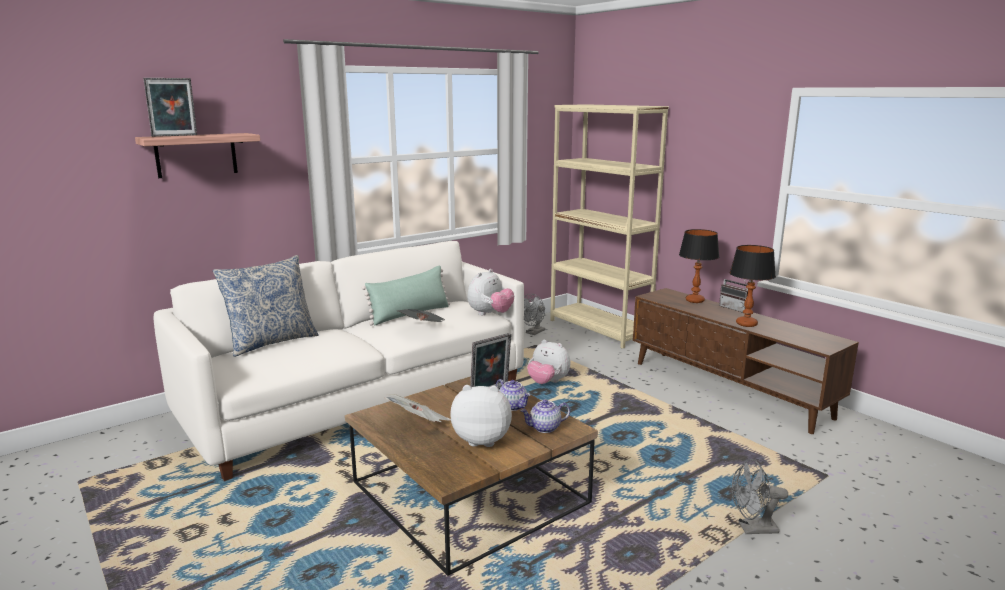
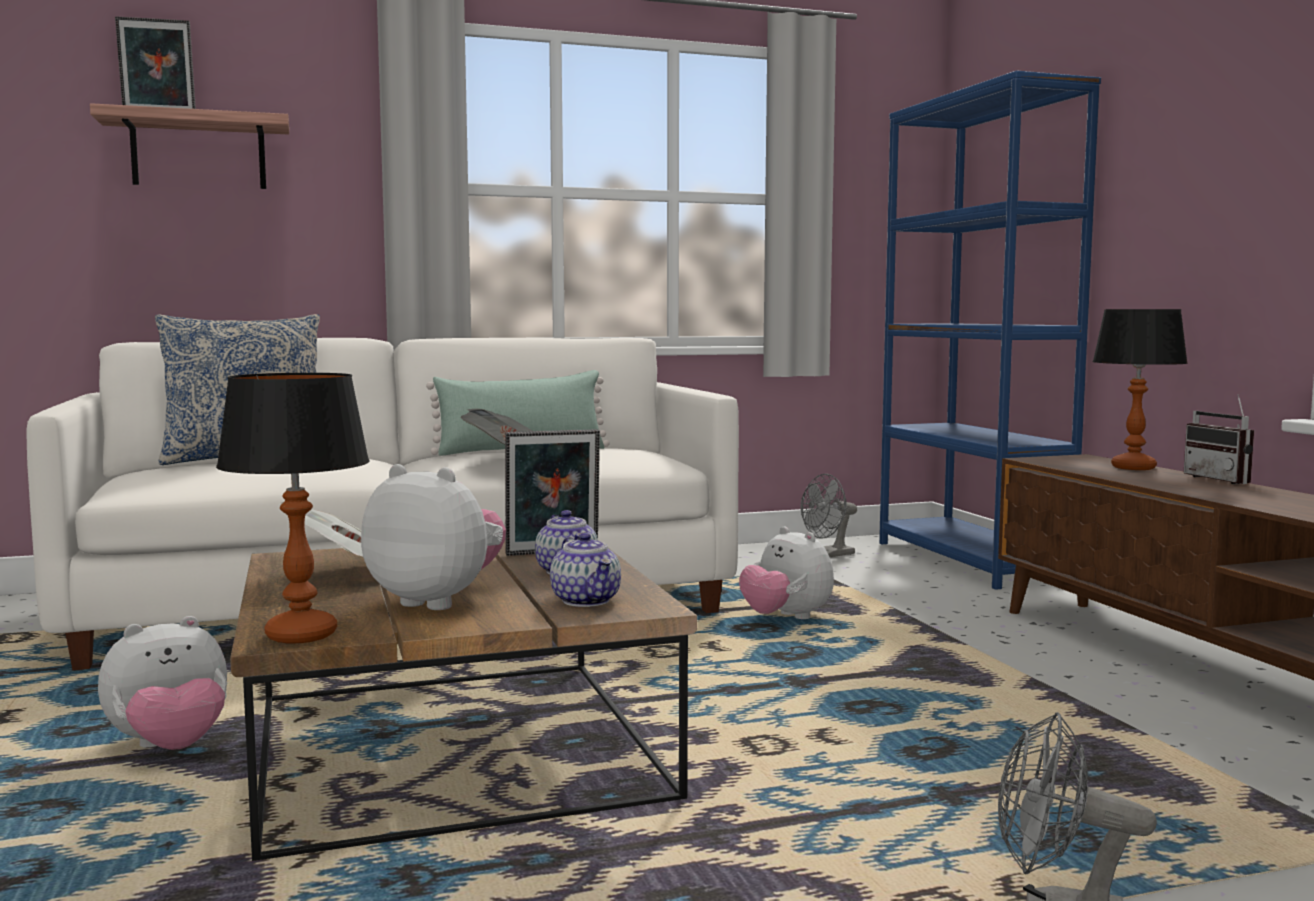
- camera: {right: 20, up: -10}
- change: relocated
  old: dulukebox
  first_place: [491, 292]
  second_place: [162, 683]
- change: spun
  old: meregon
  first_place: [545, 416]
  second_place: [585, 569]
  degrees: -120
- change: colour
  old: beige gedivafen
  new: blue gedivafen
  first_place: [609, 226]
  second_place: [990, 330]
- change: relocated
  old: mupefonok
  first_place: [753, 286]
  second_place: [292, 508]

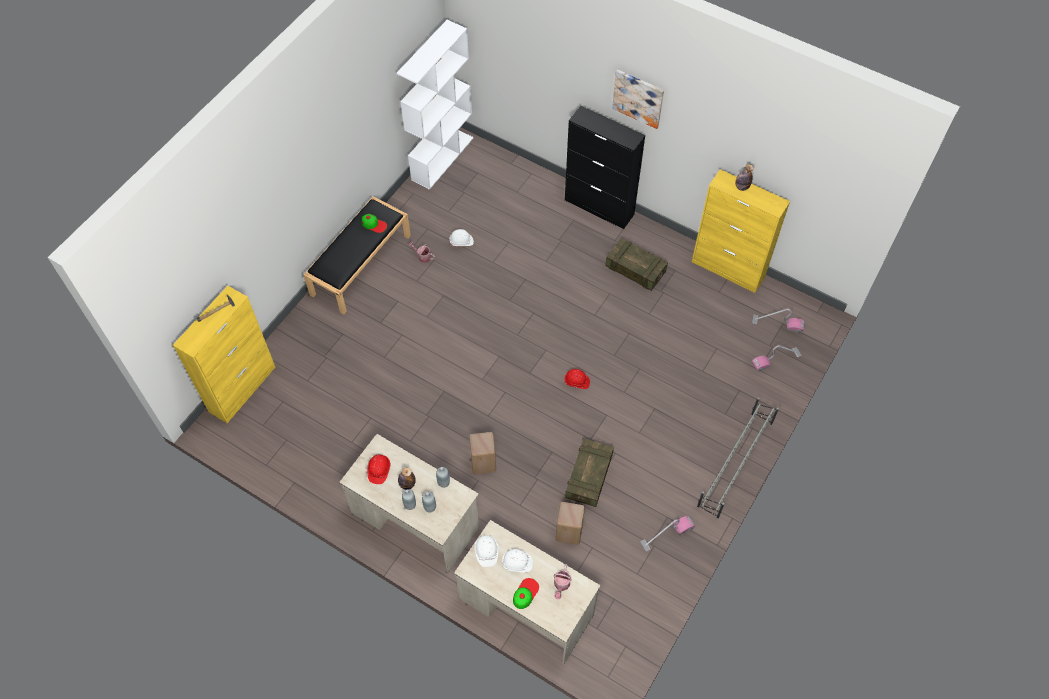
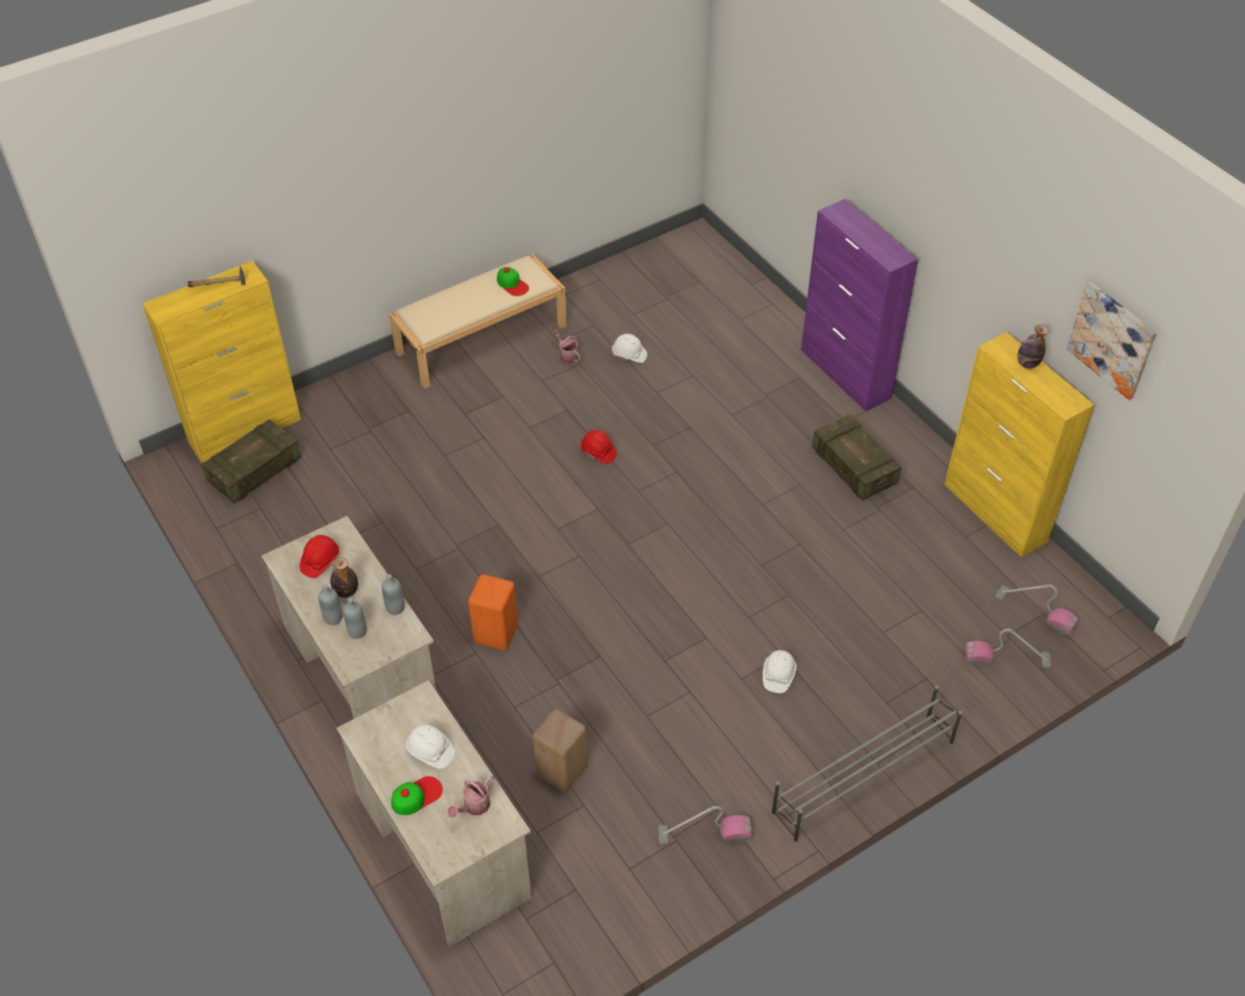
- camera: {right: 25, up: -10}
- change: colour
  old: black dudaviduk
  new: beige dudaviduk
  first_place: [357, 255]
  second_place: [478, 321]
- change: missing
  old: white gedivafen
  first_place: [435, 105]
- change: colour
  old: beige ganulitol
  new: orange ganulitol
  first_place: [482, 453]
  second_place: [493, 612]
- change: relocated
  old: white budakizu
  first_place: [486, 551]
  second_place: [780, 671]
- change: relocated
  old: red budakizu
  first_place: [577, 379]
  second_place: [599, 447]
- change: colour
  old: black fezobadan
  new: purple fezobadan
  first_place: [605, 167]
  second_place: [859, 305]
- change: relocated
  old: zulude
  first_place: [589, 472]
  second_place: [251, 461]
- change: relocated
  old: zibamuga
  first_place: [638, 99]
  second_place: [1111, 341]

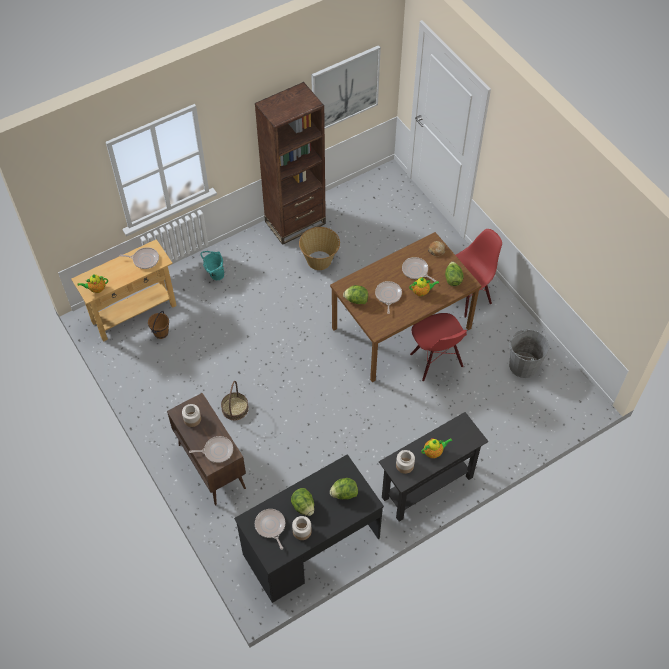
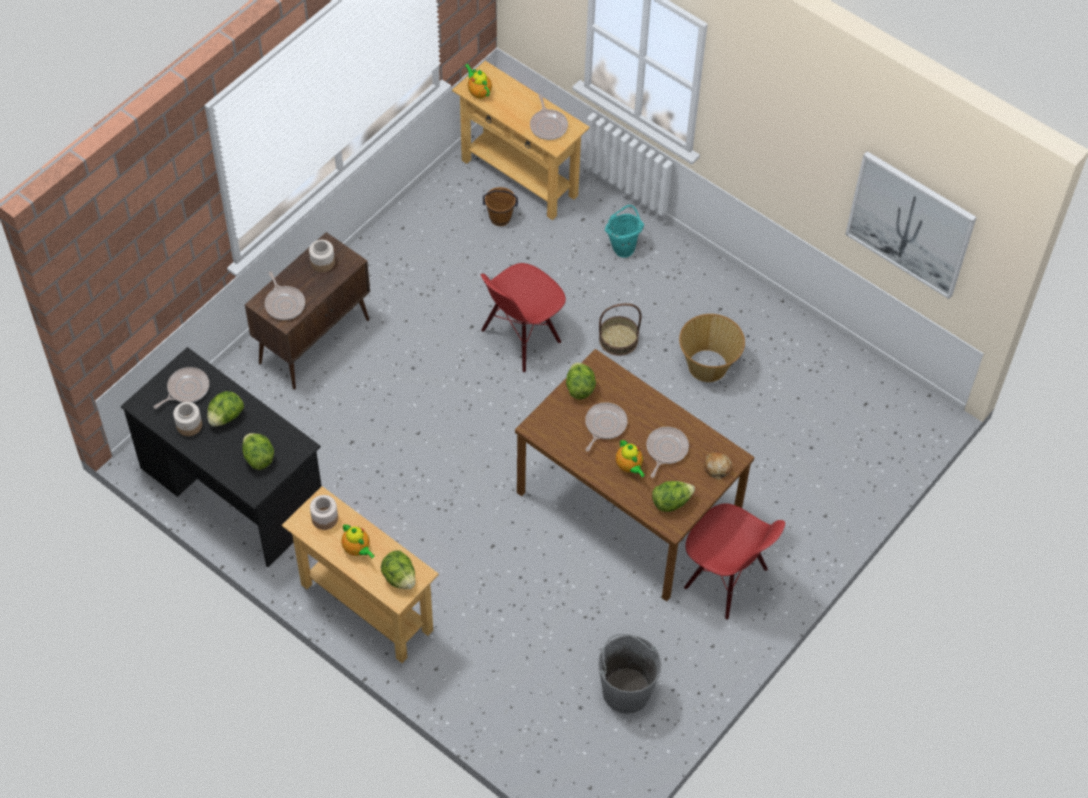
- camera: {right: 70, up: 0}
- change: relocated
  old: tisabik
  first_place: [235, 400]
  second_place: [620, 329]
- change: missing
  old: brown gedivafen
  first_place: [290, 163]
- change: spun
  old: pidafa
  first_place: [388, 297]
  second_place: [606, 427]
  degrees: -45
- change: colour
  old: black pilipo
  new: beige pilipo
  first_place: [433, 467]
  second_place: [360, 574]
- change: relocated
  old: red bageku
  first_place: [438, 347]
  second_place: [523, 318]
- change: appeared
  new: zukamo
  second_place: [398, 570]

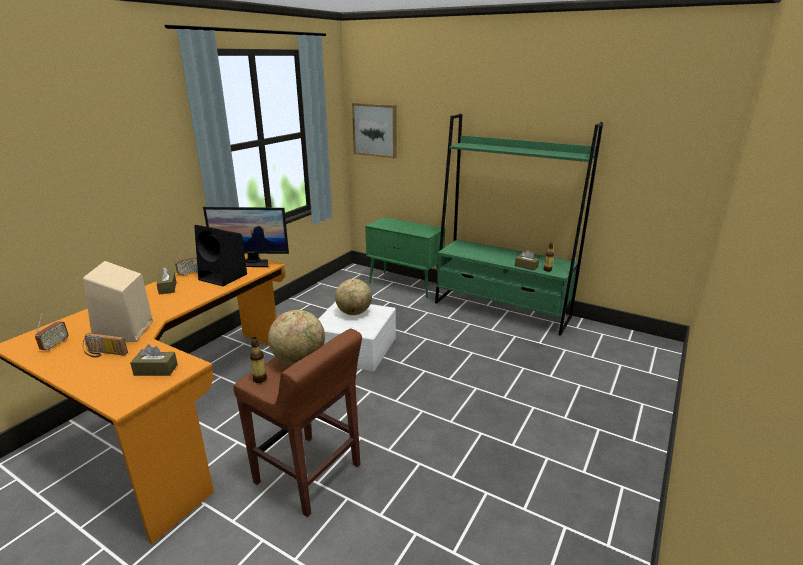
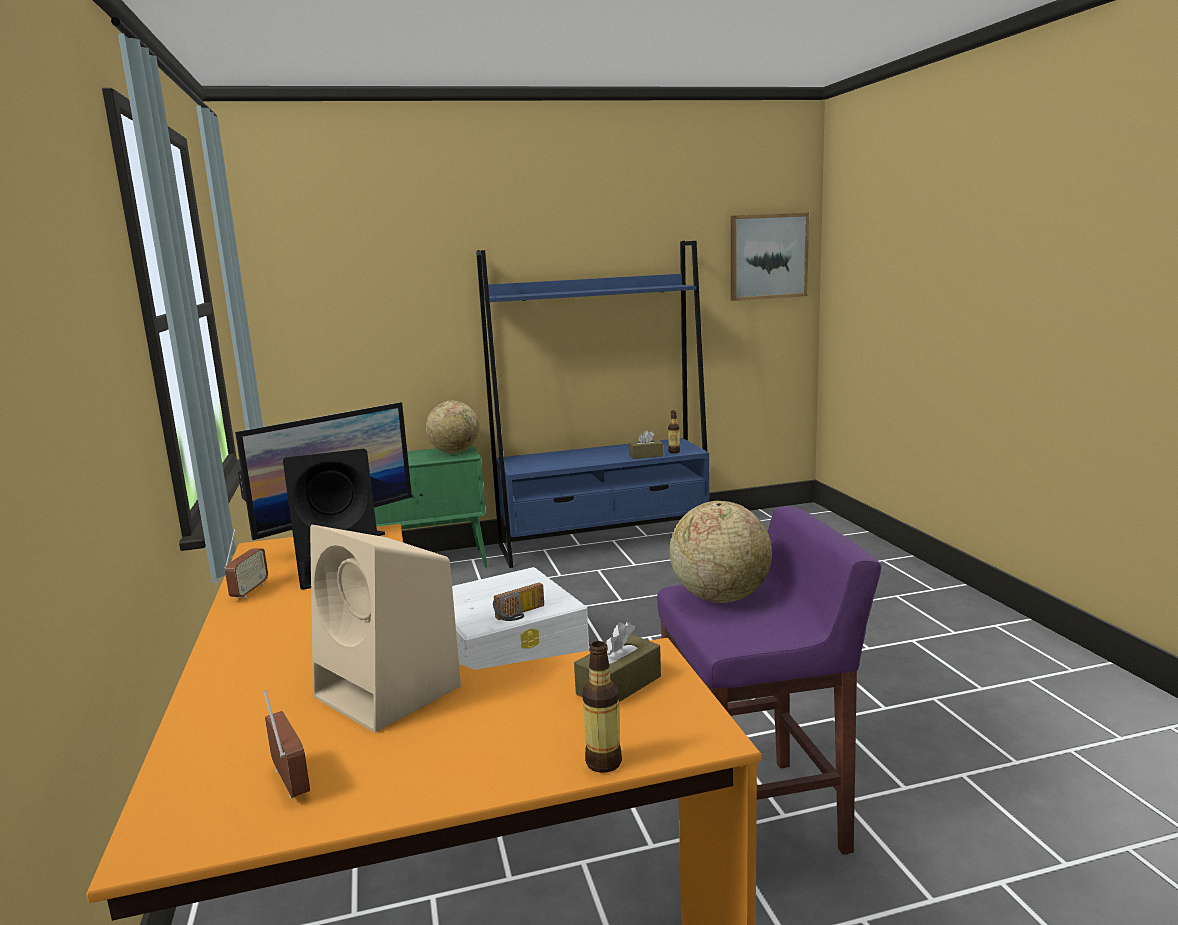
- camera: {right: -45, up: -10}
- change: relocated
  old: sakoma
  first_place: [105, 345]
  second_place: [518, 601]
- change: missing
  old: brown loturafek
  first_place: [166, 280]
- change: colour
  old: brown ganulitol
  new: purple ganulitol
  first_place: [297, 422]
  second_place: [769, 680]
- change: relocated
  old: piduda
  first_place: [258, 360]
  second_place: [602, 707]
- change: relocated
  old: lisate
  first_place: [353, 297]
  second_place: [452, 427]
- change: relocated
  old: zibamuga
  first_place: [374, 130]
  second_place: [770, 257]
- change: colour
  old: green gedivafen
  new: blue gedivafen
  first_place: [519, 225]
  second_place: [593, 404]

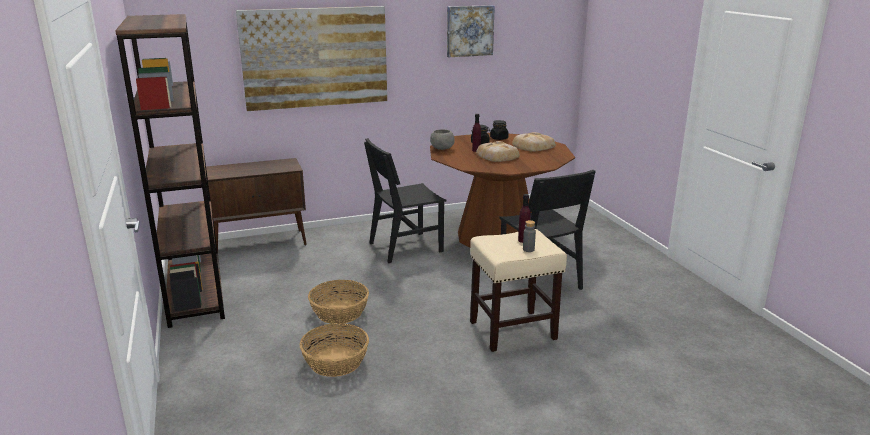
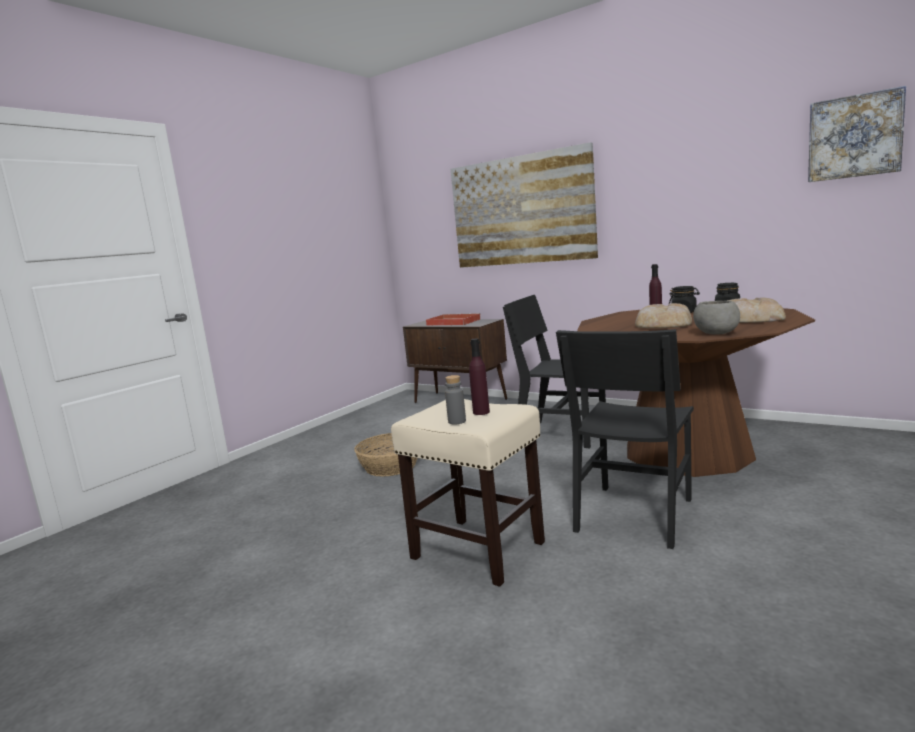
- camera: {right: 55, up: -10}
- change: missing
  old: brown gedivafen
  first_place: [170, 171]
- change: missing
  old: tisabik
  first_place: [334, 350]
- change: relocated
  old: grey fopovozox
  first_place: [442, 140]
  second_place: [716, 318]
- change: relocated
  old: zibamuga
  first_place: [471, 31]
  second_place: [857, 134]
- change: appeared
  new: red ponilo
  second_place: [453, 319]

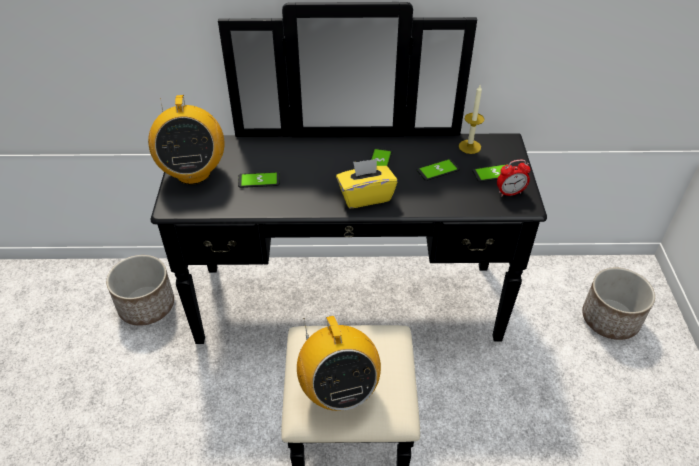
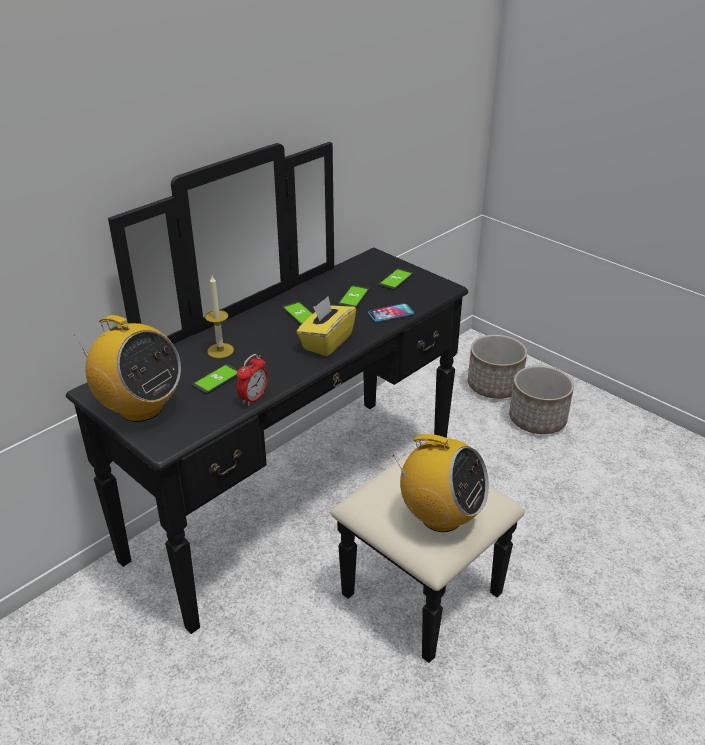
- camera: {right: -45, up: -10}
- change: relocated
  old: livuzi
  first_place: [140, 290]
  second_place: [541, 400]
- change: relocated
  old: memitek
  first_place: [471, 119]
  second_place: [219, 317]
- change: relocated
  old: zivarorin
  first_place: [514, 178]
  second_place: [252, 380]
- change: appeared
  new: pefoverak
  second_place: [391, 312]

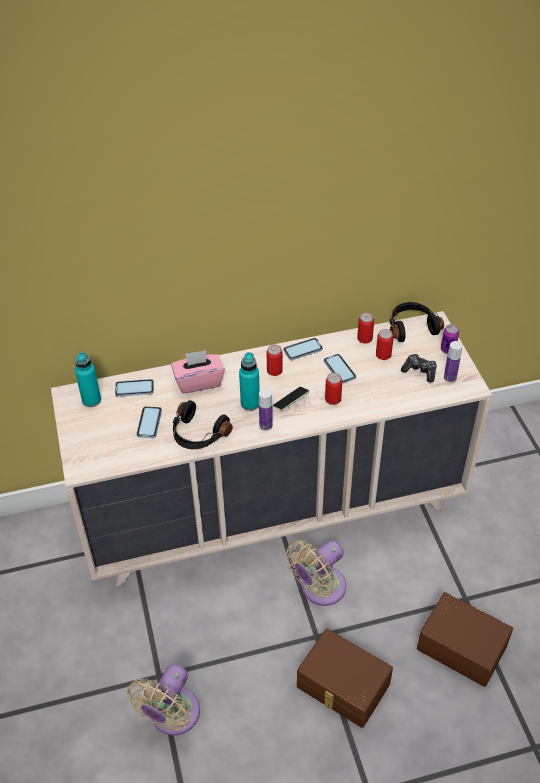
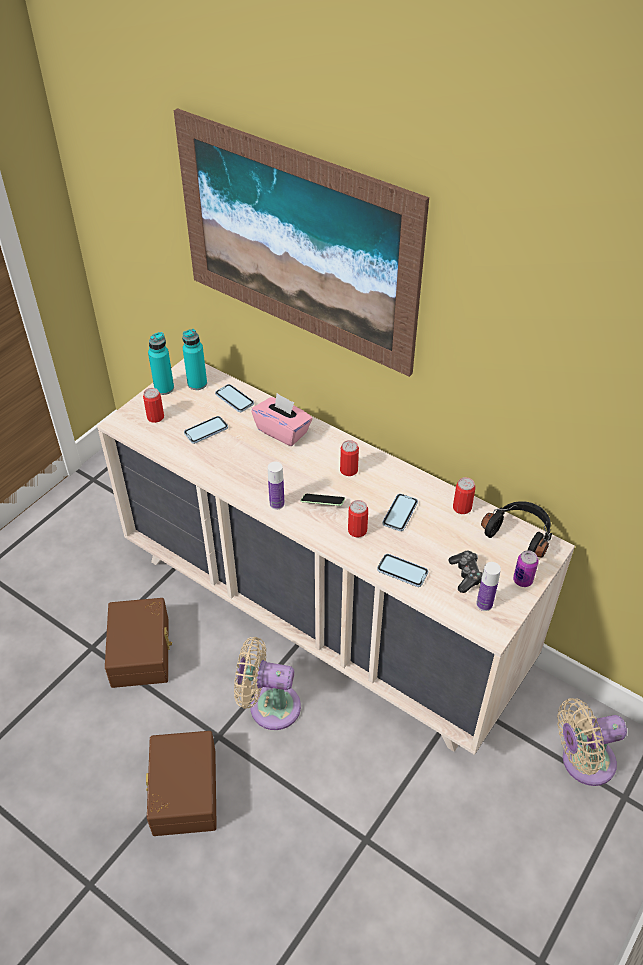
- camera: {right: 50, up: 0}
- change: relocated
  old: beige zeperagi
  first_place: [163, 699]
  second_place: [592, 742]
- change: missing
  old: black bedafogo
  first_place: [202, 424]
- change: relocated
  old: turquoise piduda
  first_place: [249, 381]
  second_place: [161, 363]
- change: relocated
  old: pefoverak
  first_place: [303, 349]
  second_place: [402, 570]
- change: relocated
  old: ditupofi
  first_place: [385, 344]
  second_place: [153, 405]
- change: relocated
  old: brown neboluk
  first_place: [465, 639]
  second_place: [138, 643]
- change: appeared
  new: zibamuga
  second_place: [301, 242]

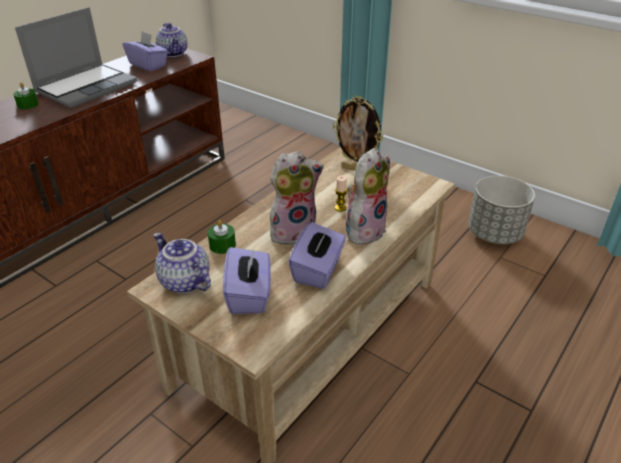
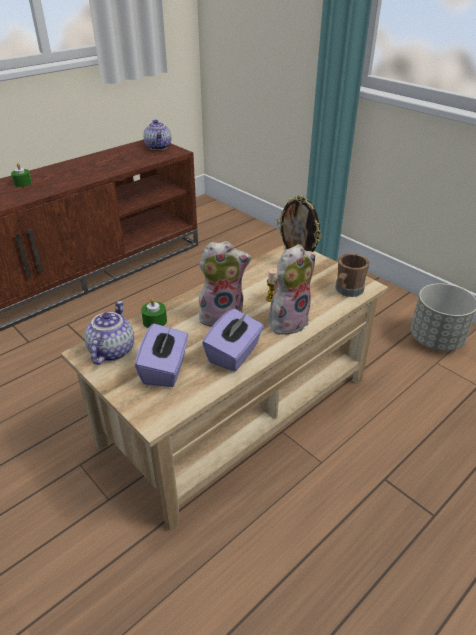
- camera: {right: 10, up: 0}
- change: missing
  old: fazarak
  first_place: [76, 57]
- change: missing
  old: purple loturafek
  first_place: [145, 51]
- change: spun
  old: meregon
  first_place: [182, 262]
  second_place: [109, 333]
  degrees: 45
- change: appeared
  new: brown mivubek
  second_place: [352, 275]

